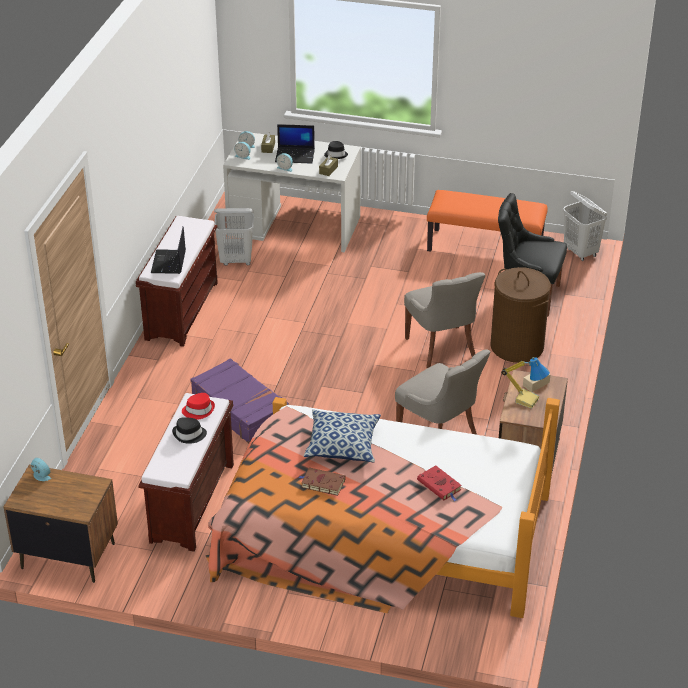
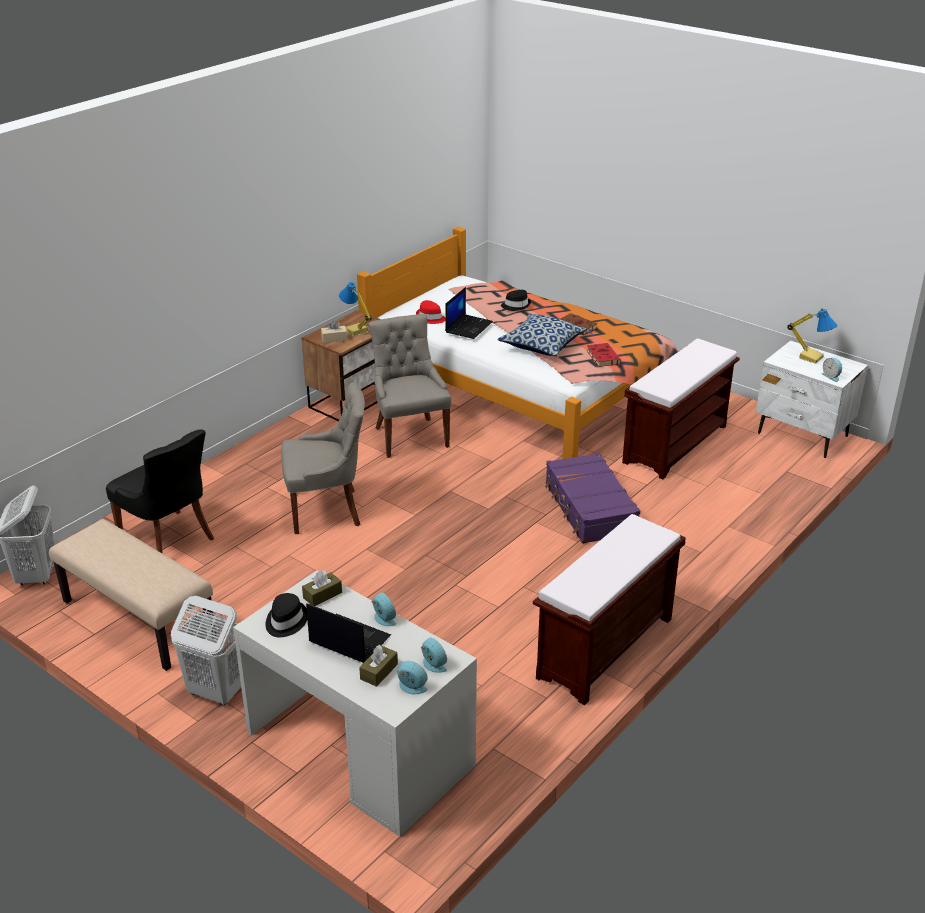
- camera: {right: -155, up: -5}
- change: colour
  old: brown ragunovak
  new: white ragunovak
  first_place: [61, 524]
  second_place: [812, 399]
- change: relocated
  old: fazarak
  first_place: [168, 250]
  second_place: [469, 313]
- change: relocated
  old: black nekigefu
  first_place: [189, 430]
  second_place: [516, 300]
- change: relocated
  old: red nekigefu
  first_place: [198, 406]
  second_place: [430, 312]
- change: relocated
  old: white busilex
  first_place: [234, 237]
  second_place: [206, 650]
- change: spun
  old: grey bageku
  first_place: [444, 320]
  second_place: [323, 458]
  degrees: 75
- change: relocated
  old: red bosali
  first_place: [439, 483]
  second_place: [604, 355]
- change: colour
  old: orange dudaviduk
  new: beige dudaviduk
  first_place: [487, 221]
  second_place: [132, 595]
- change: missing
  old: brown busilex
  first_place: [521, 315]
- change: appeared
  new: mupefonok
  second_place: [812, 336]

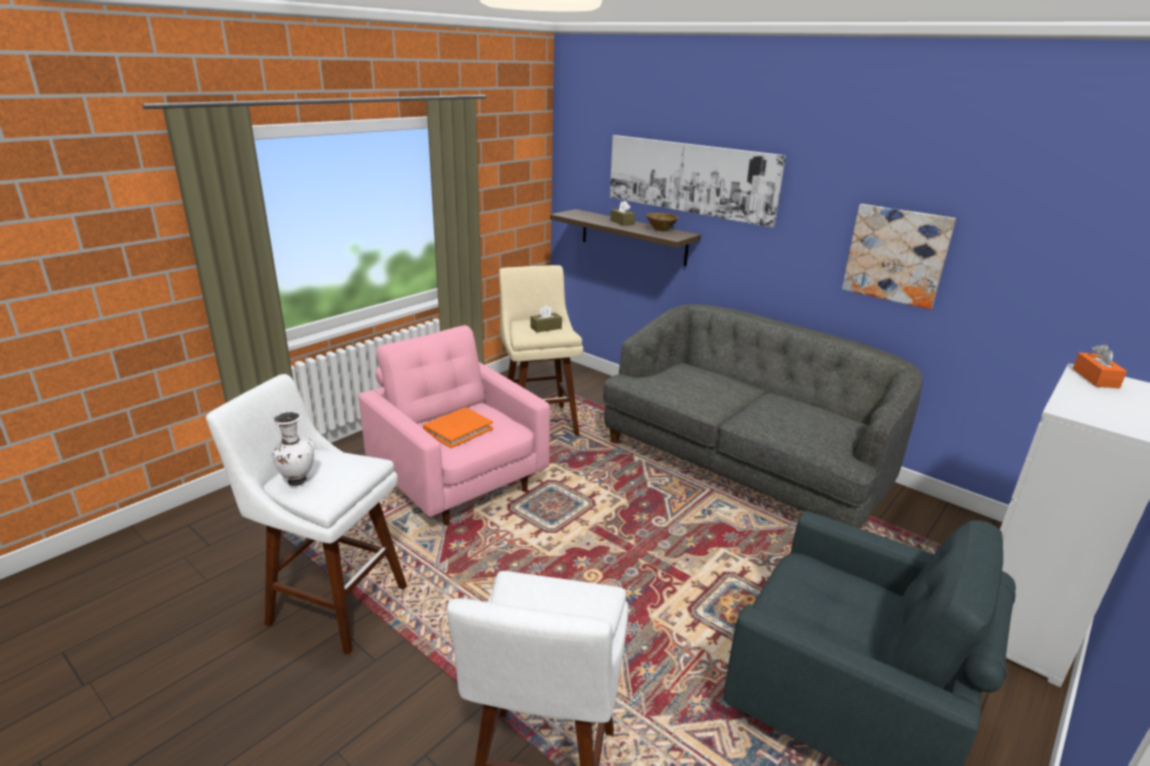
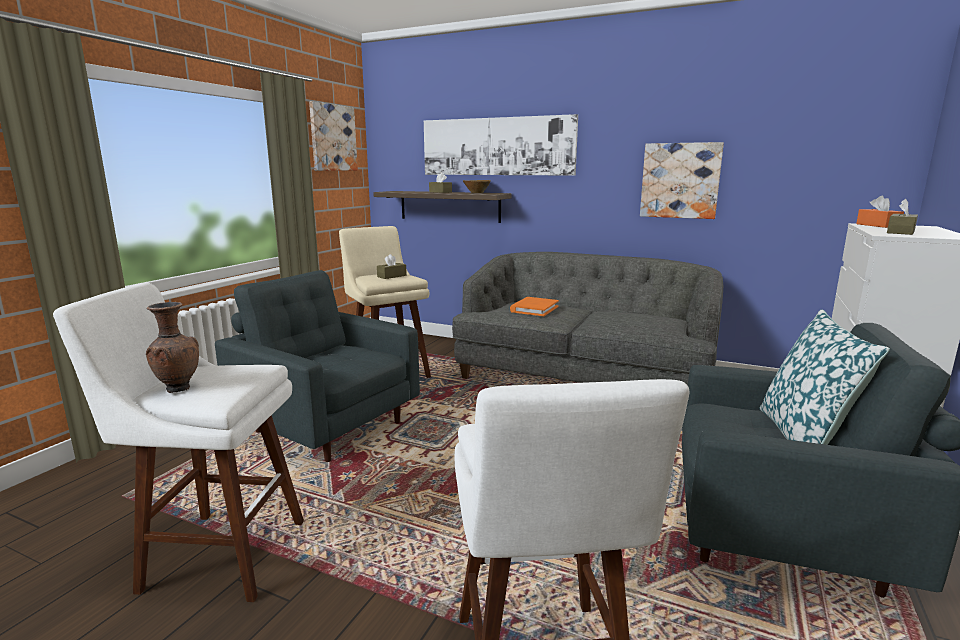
- camera: {right: -15, up: -10}
- change: colour
  old: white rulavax
  new: brown rulavax
  first_place: [292, 449]
  second_place: [172, 347]
- change: colour
  old: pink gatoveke
  new: grey gatoveke
  first_place: [454, 425]
  second_place: [317, 366]
- change: relocated
  old: orange bosali
  first_place: [458, 428]
  second_place: [534, 306]
- change: appeared
  new: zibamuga
  second_place: [333, 136]
- change: appeared
  new: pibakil
  second_place: [824, 377]
- change: appeared
  new: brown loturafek
  second_place: [902, 217]

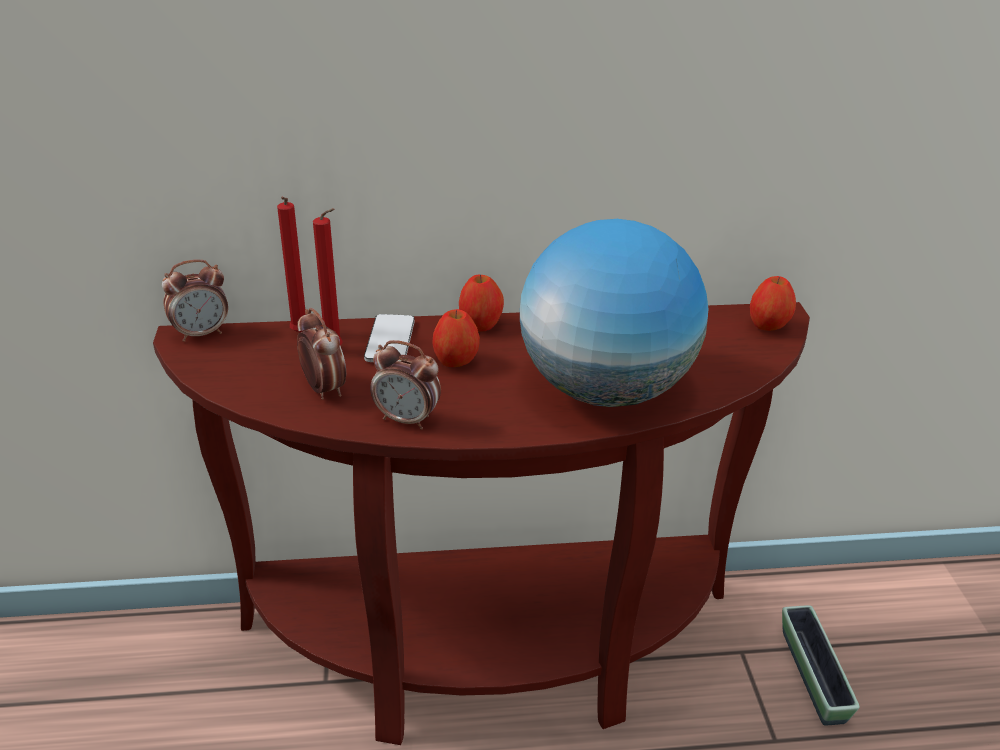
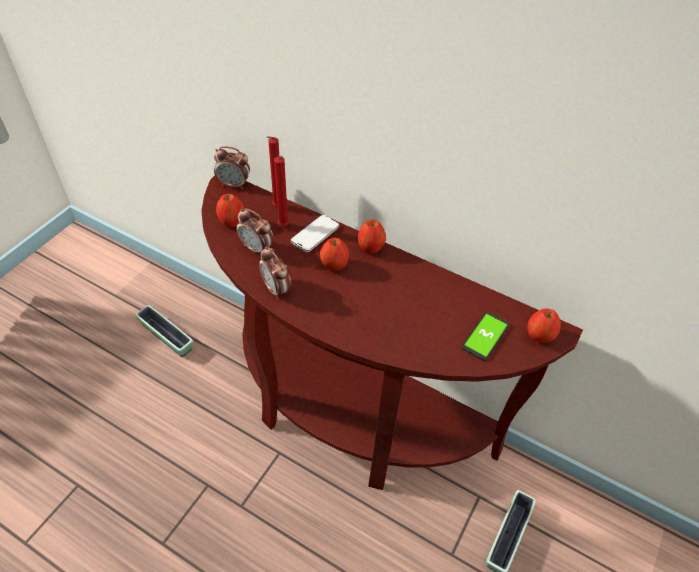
- camera: {right: 35, up: 15}
- change: spun
  old: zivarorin
  first_place: [321, 354]
  second_place: [255, 231]
  degrees: 120
- change: missing
  old: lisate
  first_place: [614, 313]
- change: appeared
  new: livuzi
  second_place: [164, 331]
- change: appeared
  new: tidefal
  second_place: [230, 210]
- change: appeared
  new: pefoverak
  second_place: [486, 336]

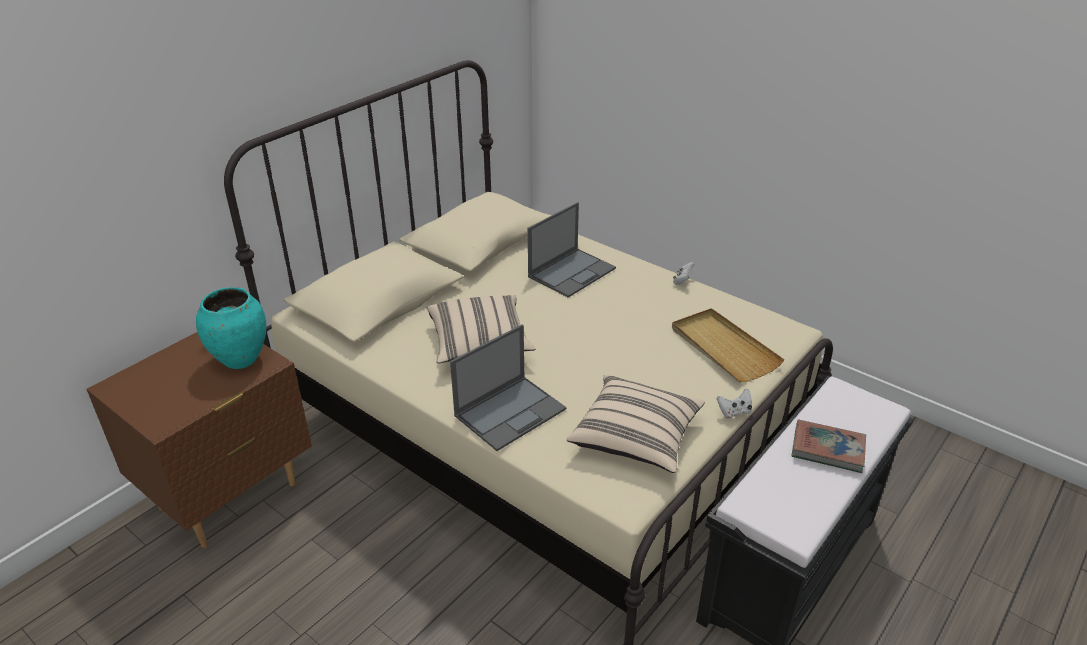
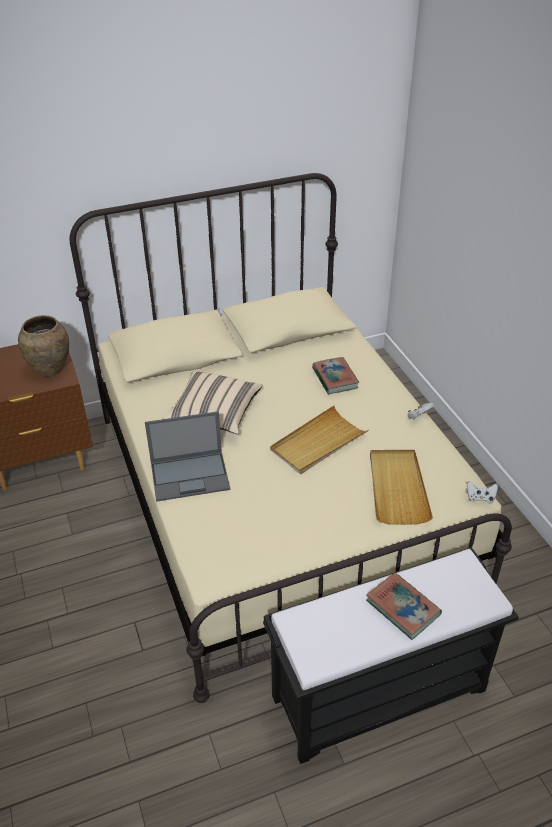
- camera: {right: 30, up: 5}
- change: colour
  old: turquoise rulavax
  new: brown rulavax
  first_place: [231, 328]
  second_place: [43, 345]
- change: exchanged
  old: fazarak
  new: bosali
  first_place: [572, 250]
  second_place: [335, 375]
- change: missing
  old: beige pibakil
  first_place: [636, 424]
- change: relocated
  old: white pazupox
  first_place: [734, 404]
  second_place: [482, 492]
- change: appeared
  new: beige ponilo
  second_place: [319, 440]

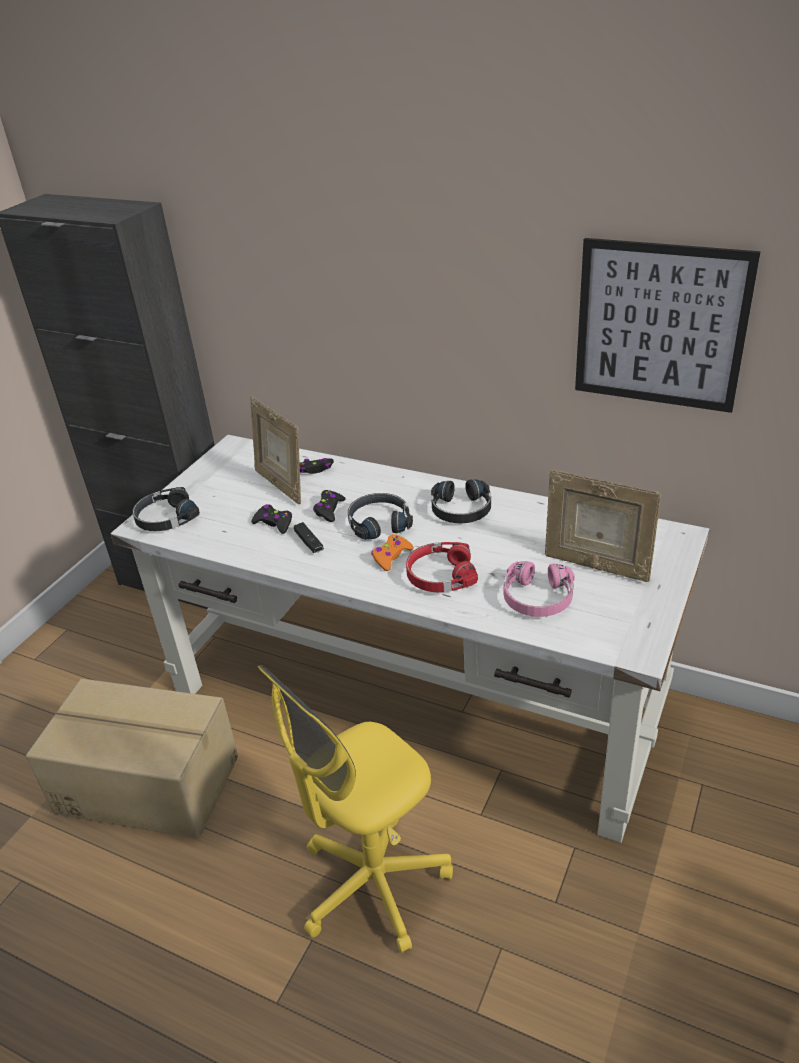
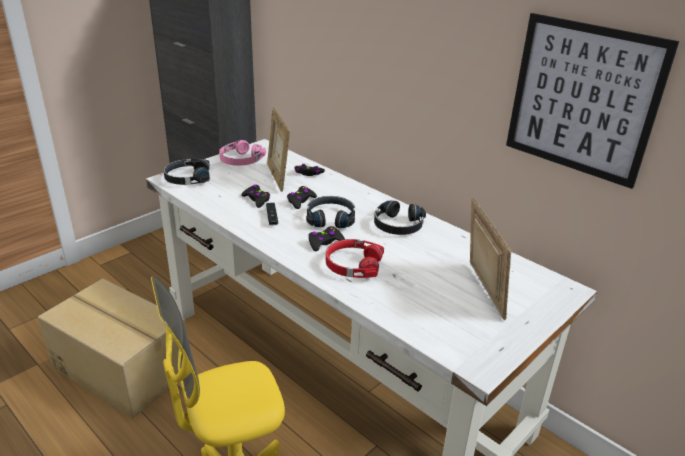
- camera: {right: 15, up: -5}
- change: colour
  old: orange pazupox
  new: black pazupox
  first_place: [392, 552]
  second_place: [326, 238]
- change: relocated
  old: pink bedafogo
  first_place: [539, 589]
  second_place: [242, 153]
- change: spun
  old: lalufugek
  first_place: [603, 526]
  second_place: [490, 258]
  degrees: -150

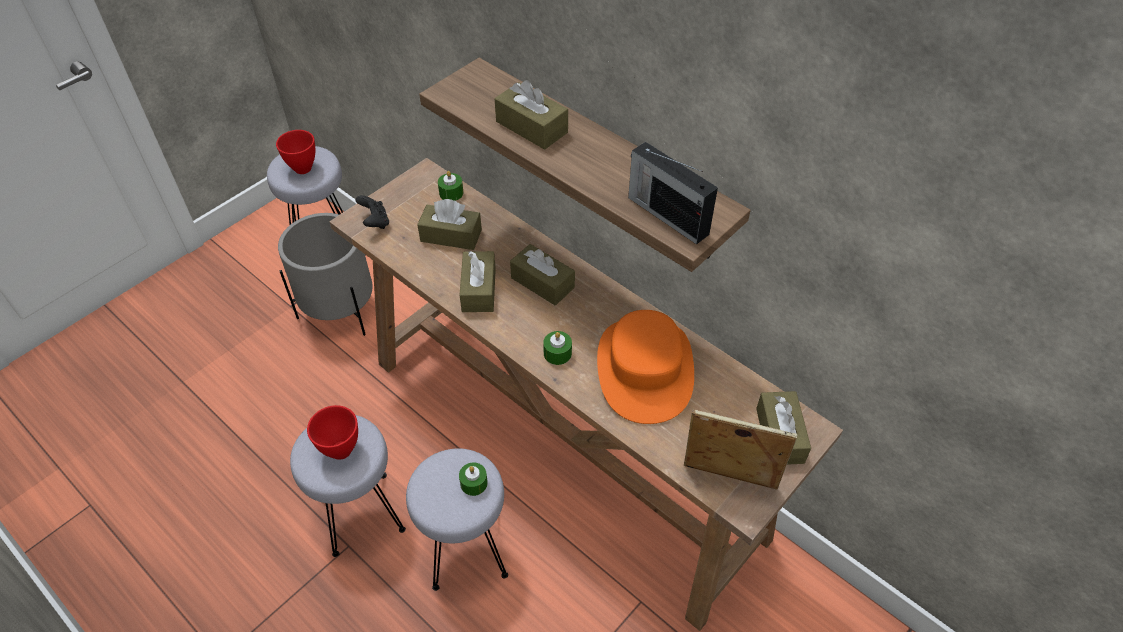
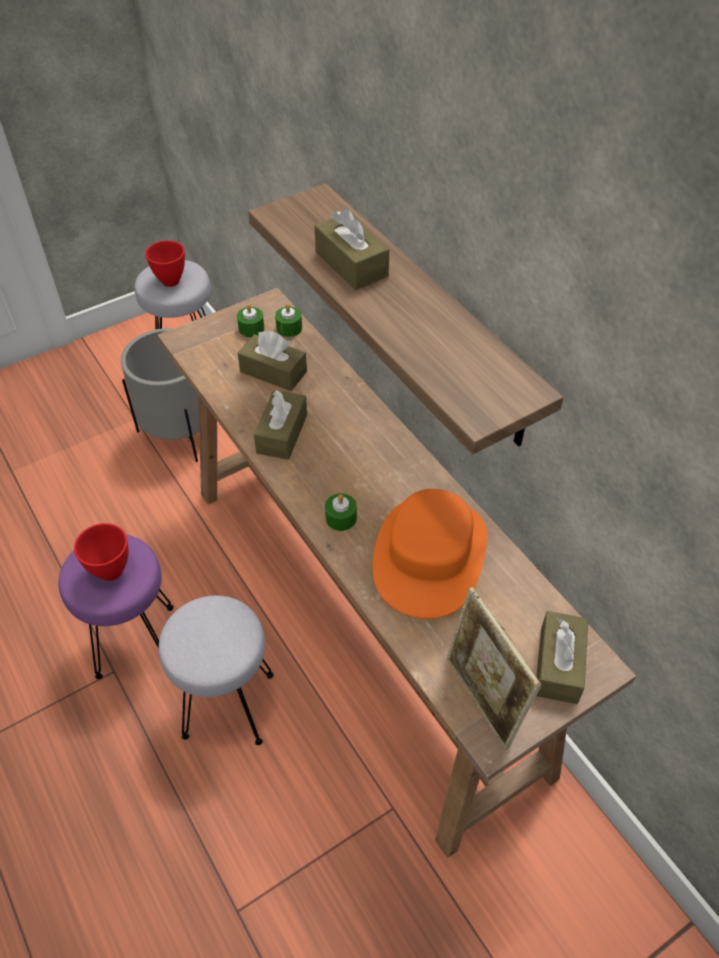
- camera: {right: 15, up: 0}
- change: colour
  old: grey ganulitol
  new: purple ganulitol
  first_place: [348, 486]
  second_place: [116, 607]
- change: missing
  old: black pazupox
  first_place: [372, 212]
- change: relocated
  old: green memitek
  first_place: [473, 479]
  second_place: [250, 320]
- change: missing
  old: brown loturafek
  first_place: [542, 274]
- change: missing
  old: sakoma
  first_place: [673, 193]
- change: spun
  old: lalufugek
  first_place: [740, 449]
  second_place: [493, 668]
  degrees: -150

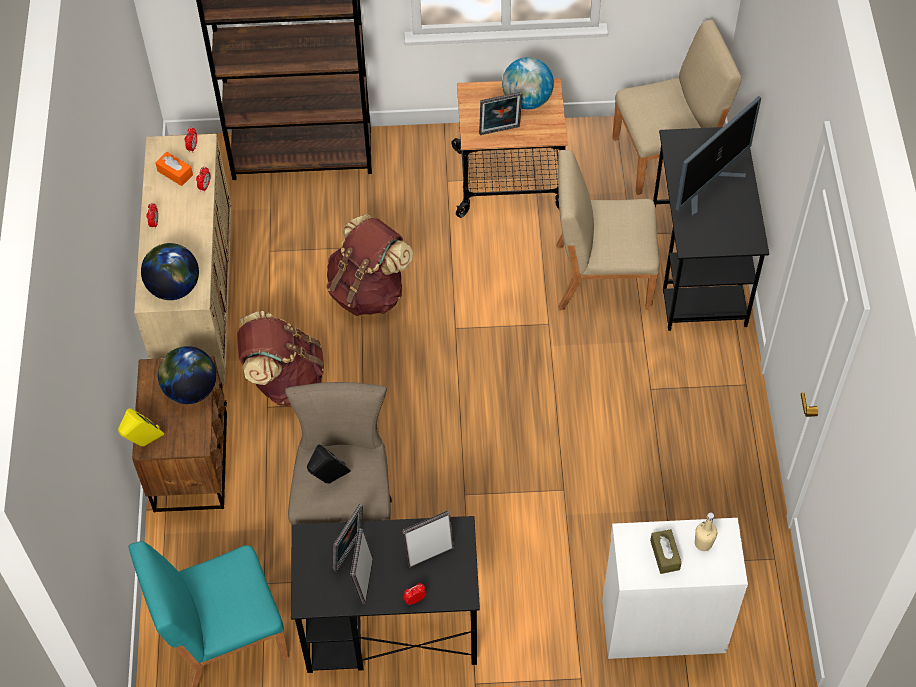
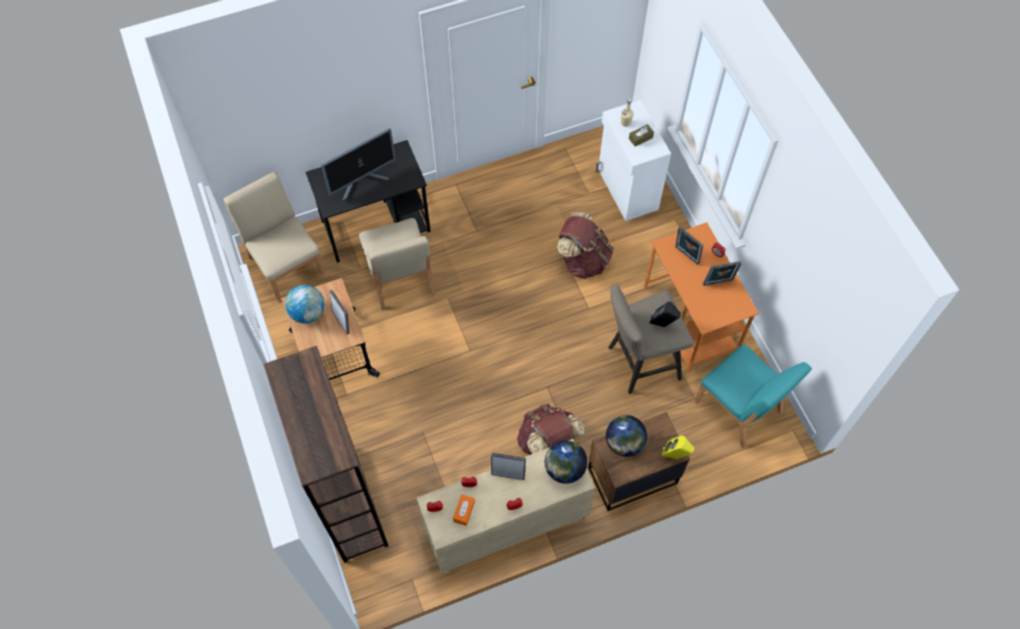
- camera: {right: -110, up: 5}
- change: colour
  old: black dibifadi
  new: orange dibifadi
  first_place: [385, 594]
  second_place: [701, 297]
- change: relocated
  old: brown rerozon
  first_place: [369, 265]
  second_place: [585, 245]
- change: relocated
  old: lalufugek
  first_place: [348, 538]
  second_place: [508, 466]
- change: spun
  old: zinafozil
  first_place: [718, 156]
  second_place: [358, 164]
  degrees: 120

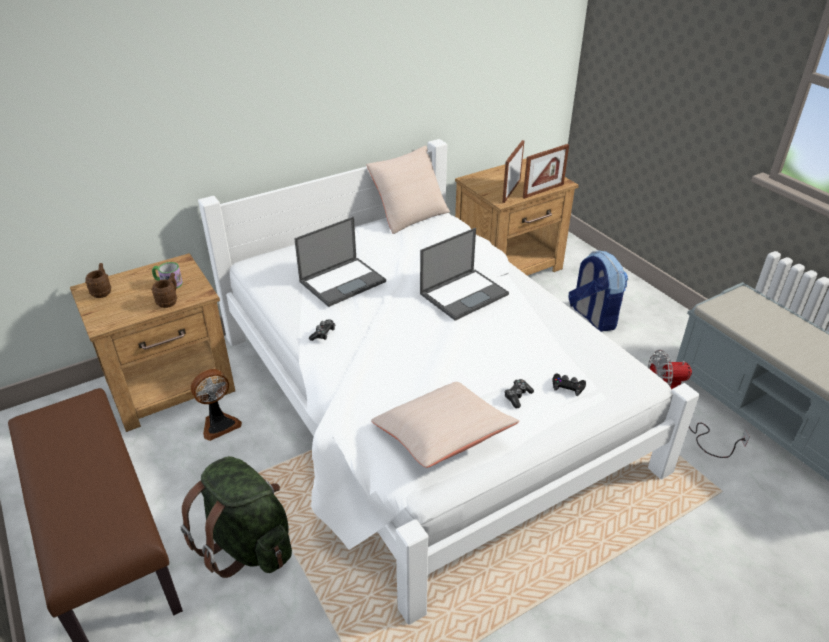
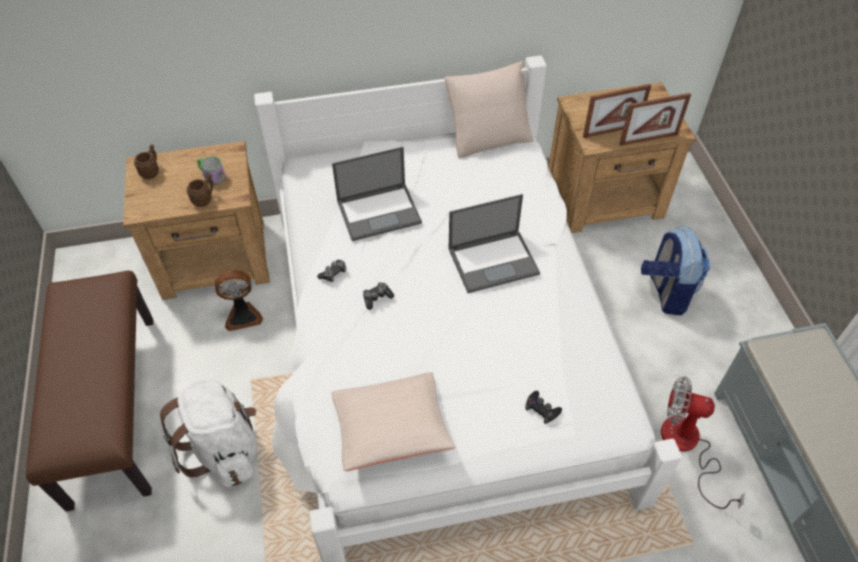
- camera: {right: 20, up: 15}
- change: colour
  old: green rerozon
  new: white rerozon
  first_place: [236, 517]
  second_place: [208, 432]
- change: spun
  old: lalufugek
  first_place: [513, 171]
  second_place: [617, 111]
  degrees: -150
- change: relocated
  old: pazupox
  first_place: [519, 393]
  second_place: [378, 296]

